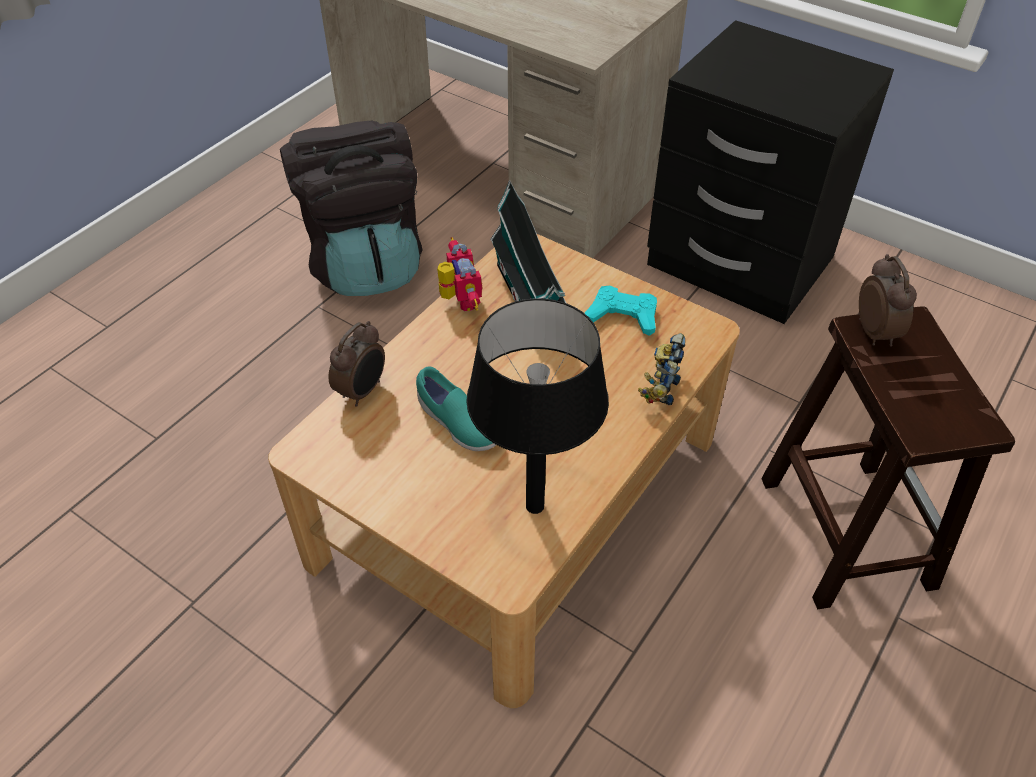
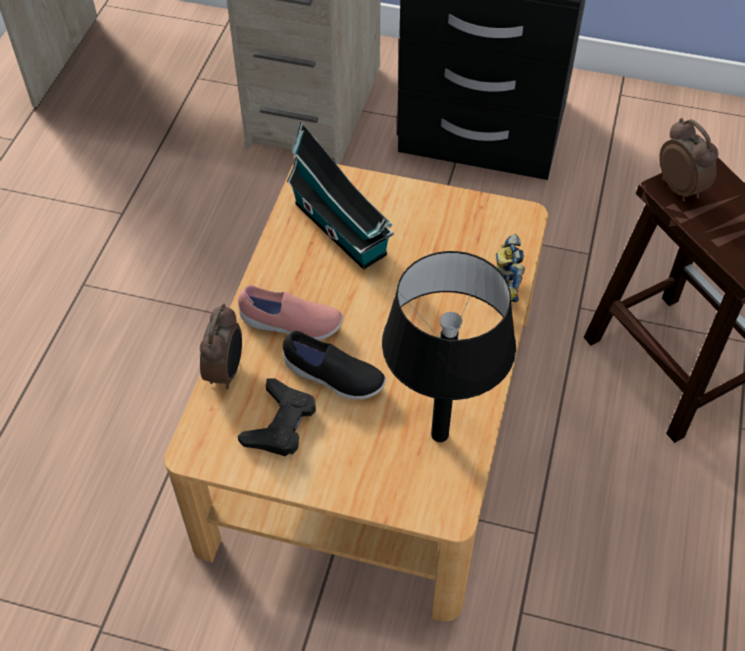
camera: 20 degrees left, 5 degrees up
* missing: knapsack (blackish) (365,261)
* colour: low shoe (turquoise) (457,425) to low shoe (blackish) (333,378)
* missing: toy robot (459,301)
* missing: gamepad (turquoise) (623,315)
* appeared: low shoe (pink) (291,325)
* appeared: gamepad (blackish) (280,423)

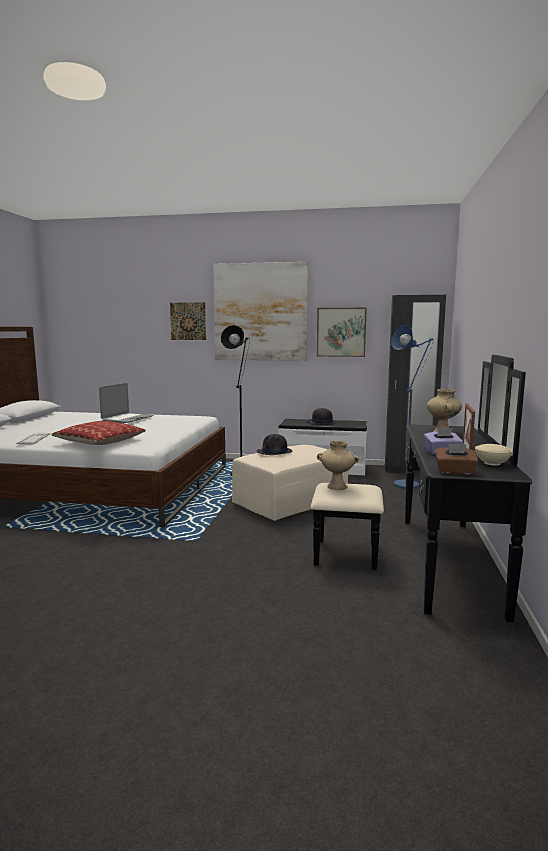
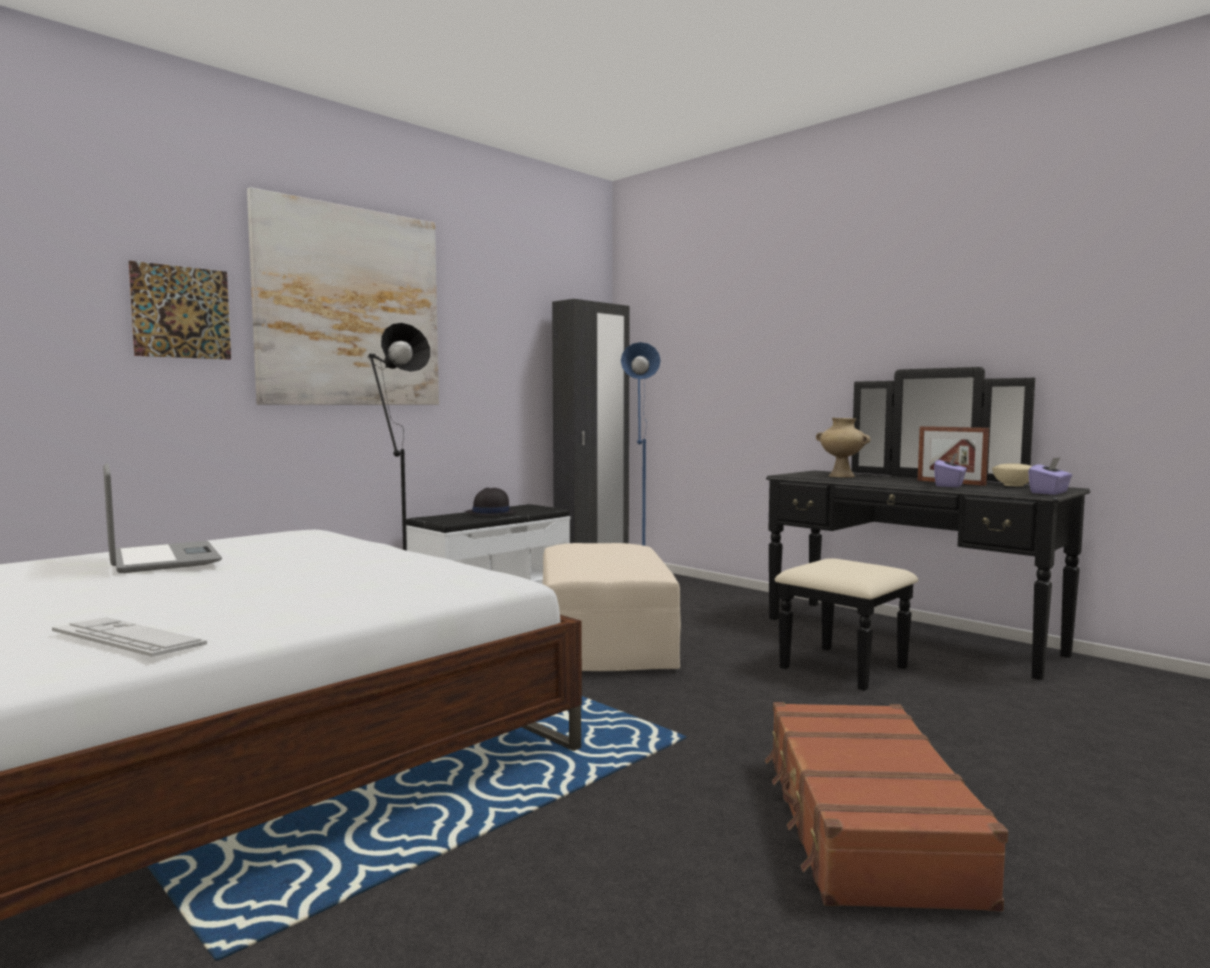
camera: 55 degrees left, 5 degrees down
* missing: throw pillow (100,442)
* missing: clothing hat (blackish) (274,452)
* missing: wall picture (341,332)
* missing: decorative vase (beige-coloured) (337,487)
* colour: tissue holder (brownish) (455,472) to tissue holder (purple) (1049,493)
* appeared: piece of luggage (brownish) (865,825)

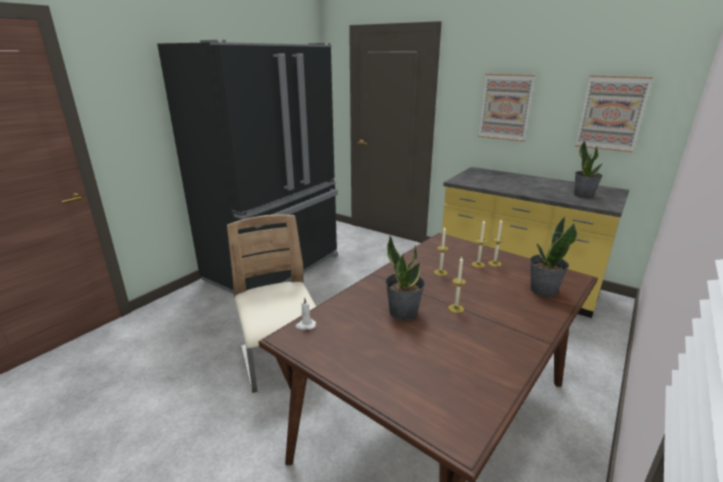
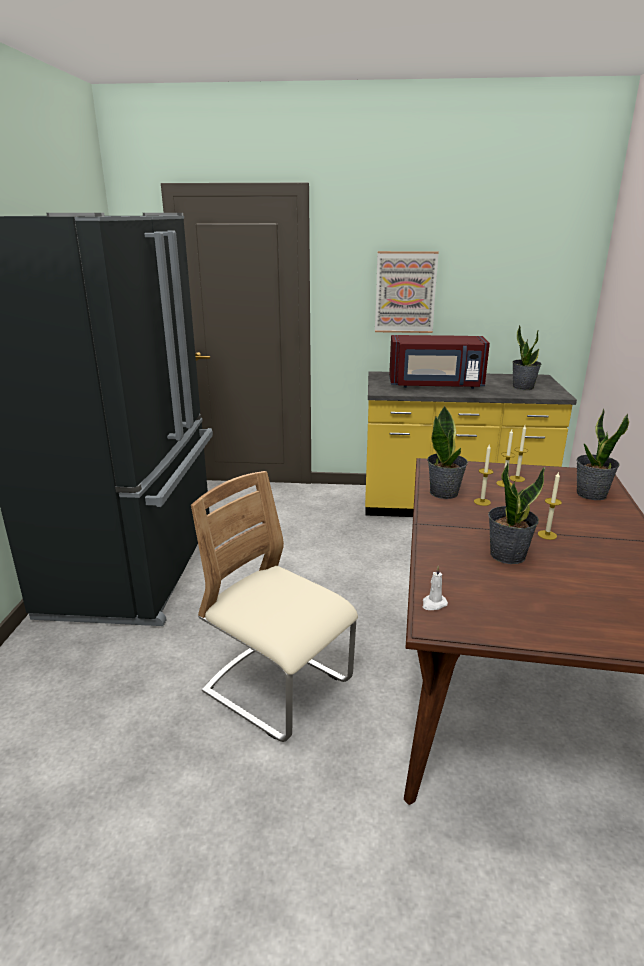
camera: 30 degrees left, 0 degrees up
* missing: wall picture (611,113)
* appeared: kitchen microwave (reddish) (435,385)
* appeared: potted plant (444,493)

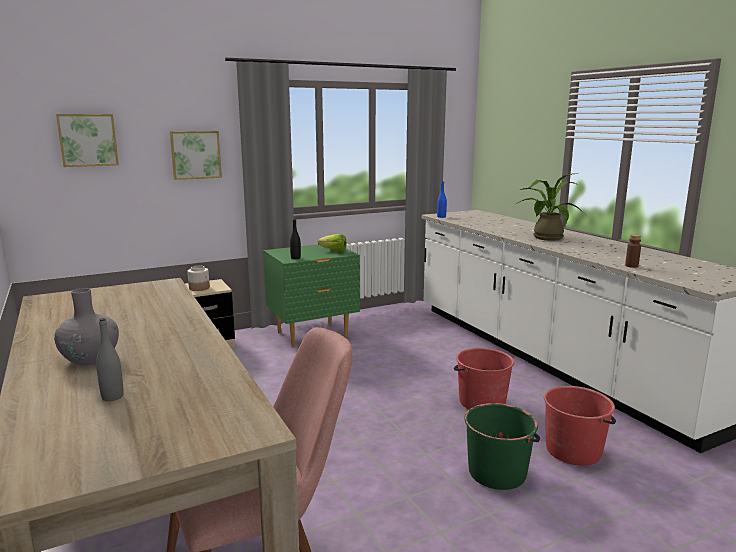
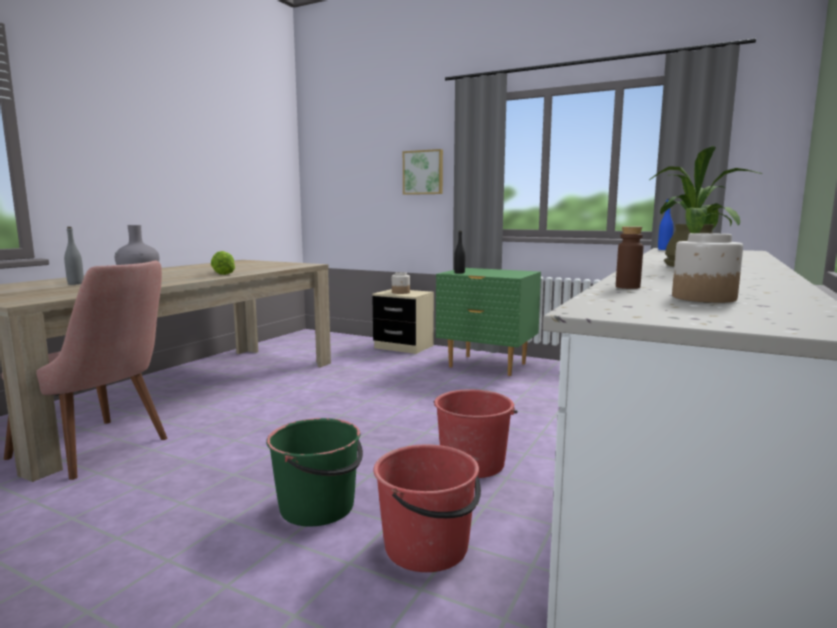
camera: 55 degrees right, 5 degrees down
* missing: wall picture (88,140)
* relocated: lettuce (331,250) to (224,273)
* appeared: jar (703,298)

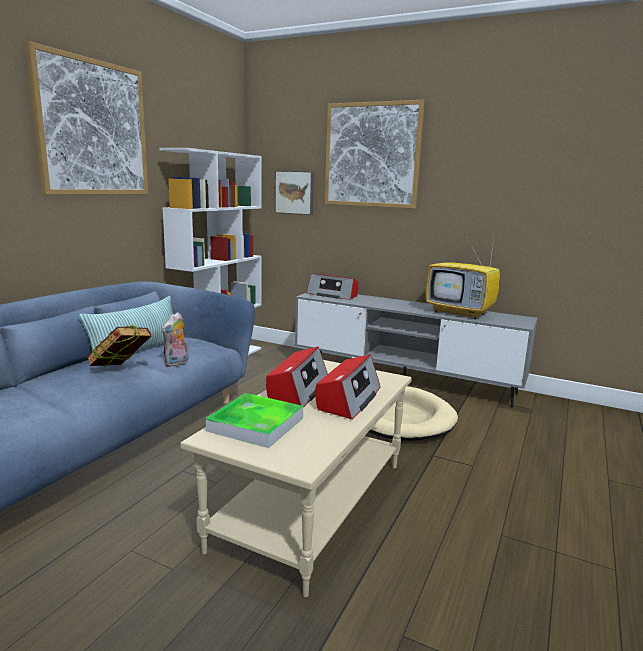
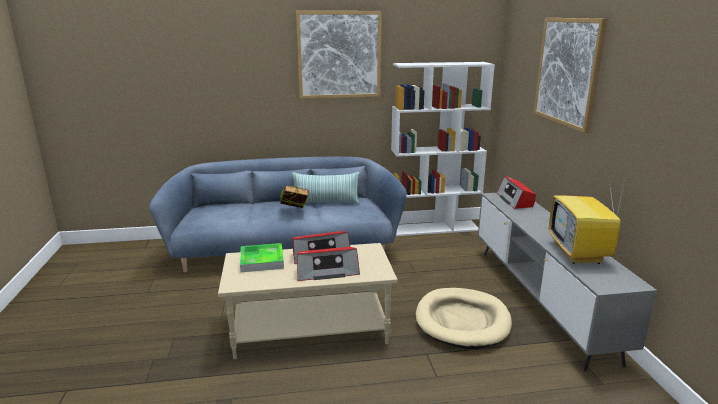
camera: 55 degrees right, 5 degrees up
* missing: plush toy (177,363)
* missing: wall picture (295,192)

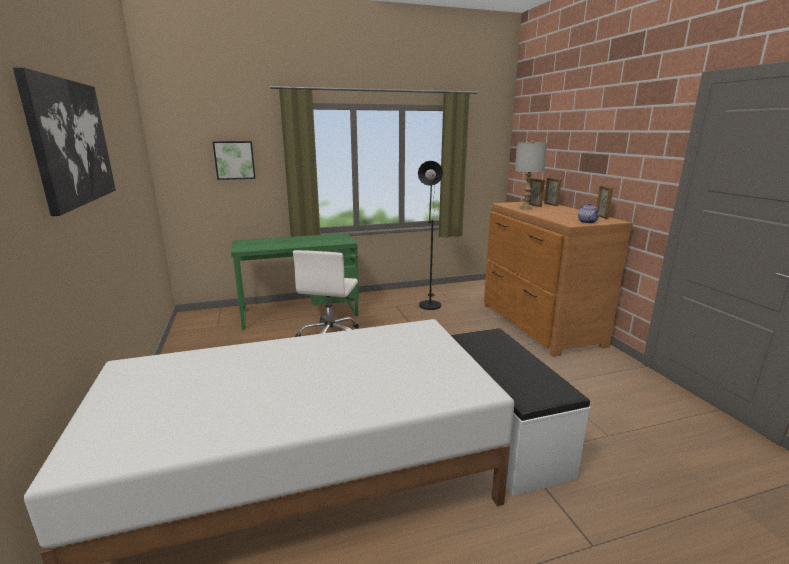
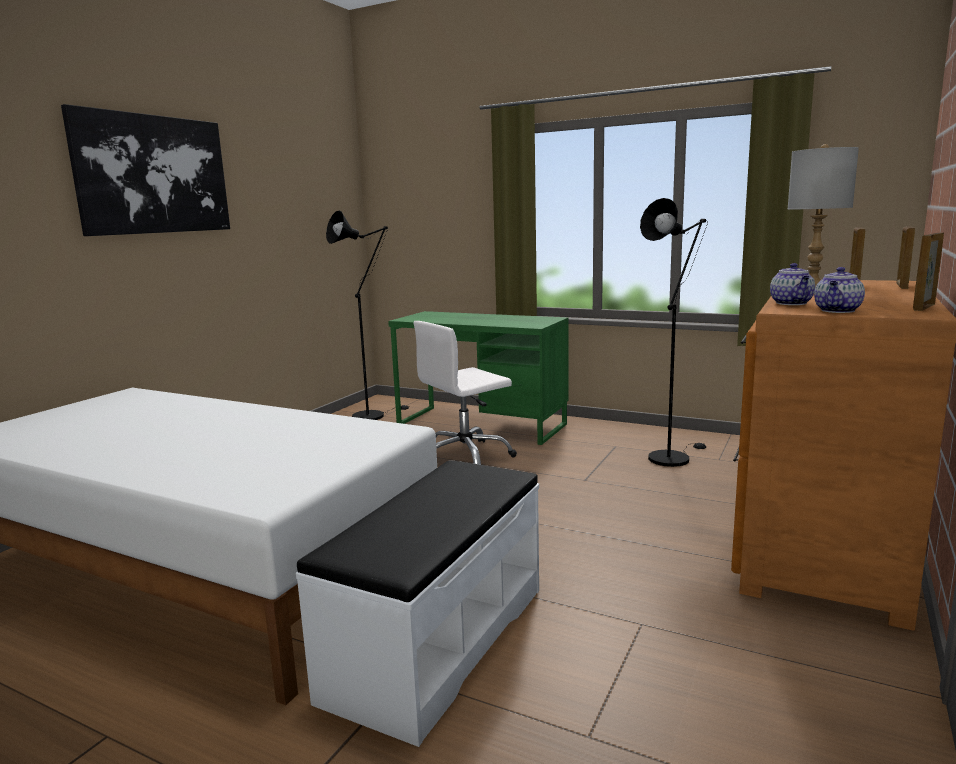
camera: 45 degrees right, 5 degrees down
* missing: wall picture (234,160)
* appeared: floor lamp (blackish) (373,415)
* appeared: tea pot (792,303)

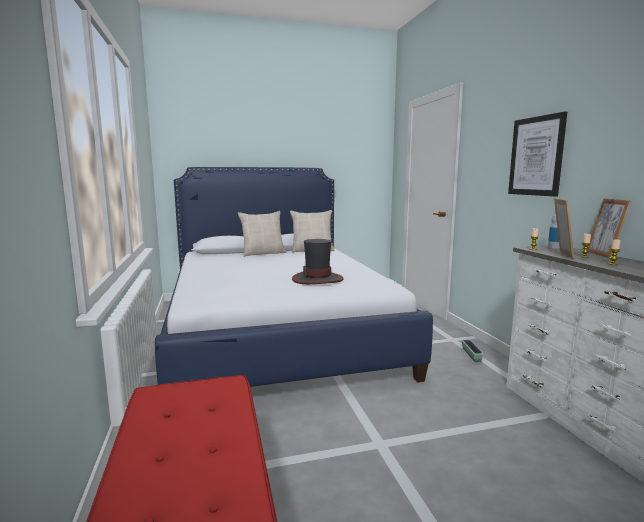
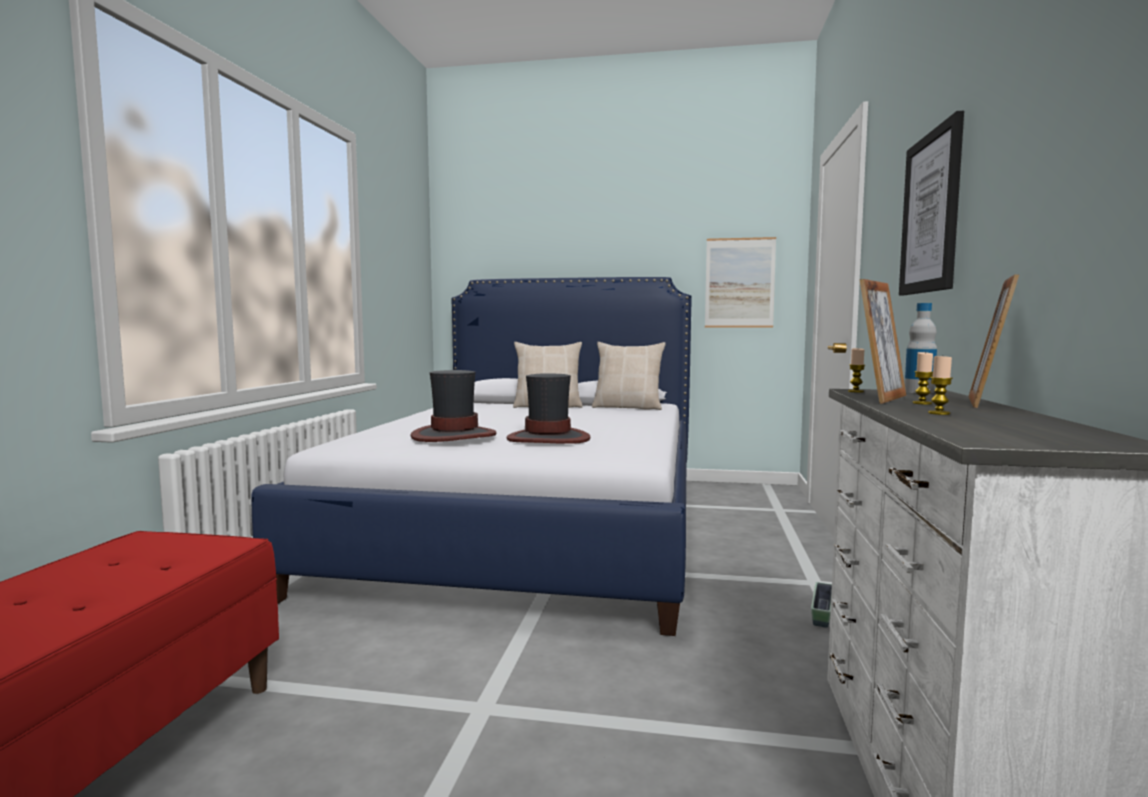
camera: 25 degrees right, 5 degrees down
* appeared: clothing hat (453,435)
* appeared: wall picture (739,283)

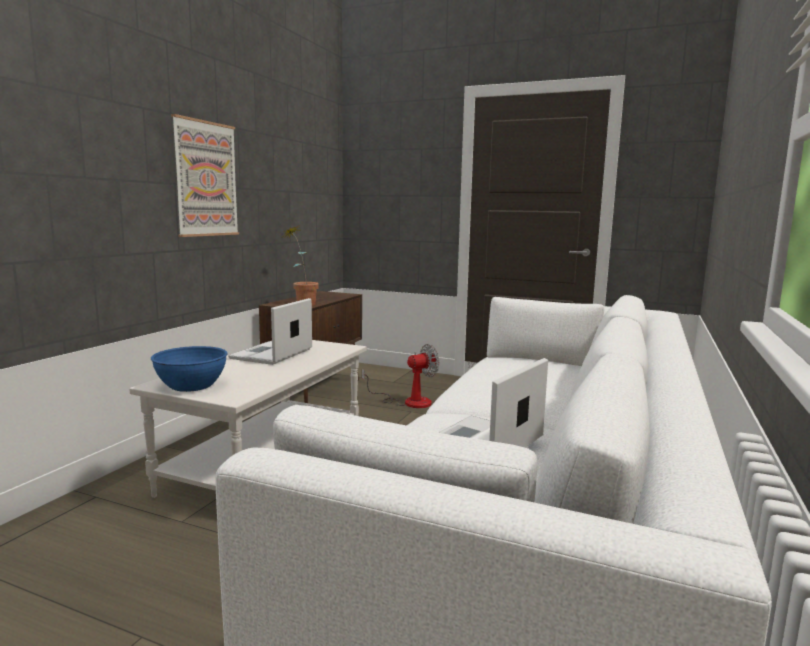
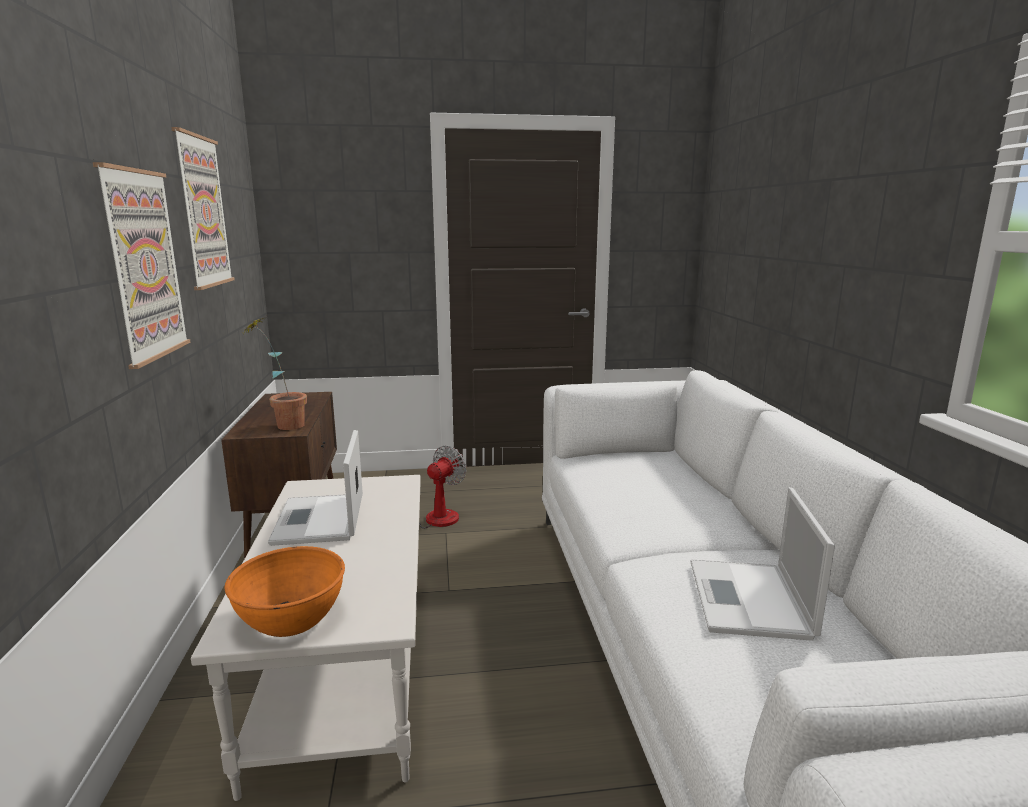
camera: 30 degrees left, 5 degrees up
* colour: deep dish (blue) (191,386) to deep dish (orange) (291,618)
* appeared: wall picture (203,212)

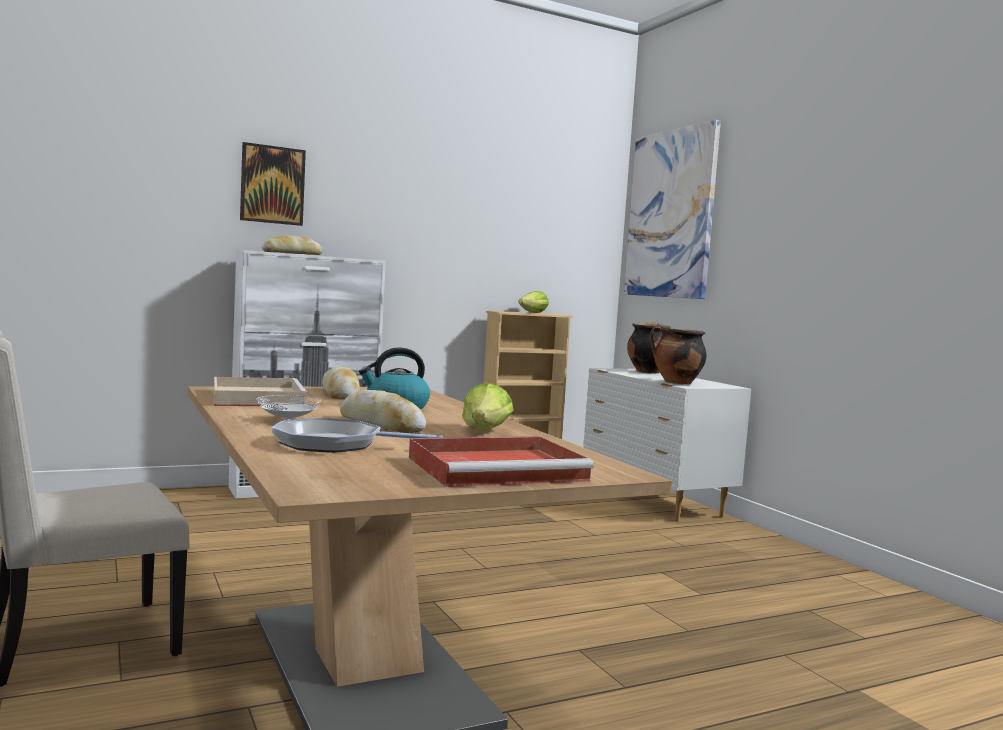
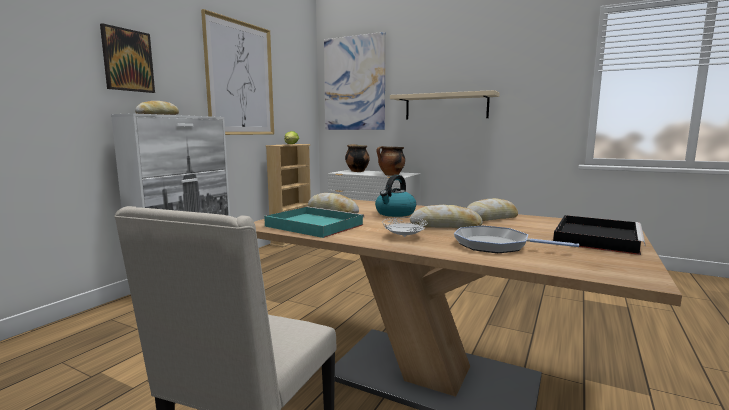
camera: 35 degrees left, 5 degrees up
* colour: carrying tray (beige-coloured) (256,397) to carrying tray (turquoise) (312,225)
* spun: pan (334,444) = (496,245) 60 degrees clockwise
* colour: carrying tray (reddish) (499,468) to carrying tray (blackish) (596,237)
* exchanged: lettuce (485,431) to bakery bread (491,218)
* appeared: wall picture (240,79)
* appeared: bracket shelf (beige-coloured) (446,106)

